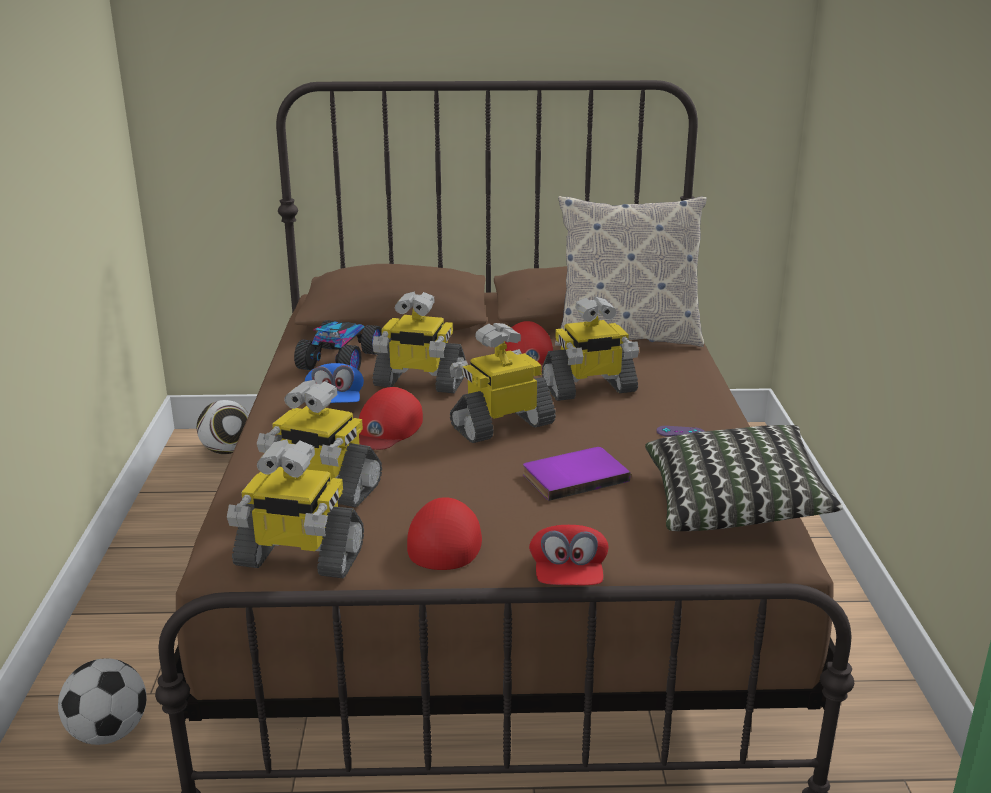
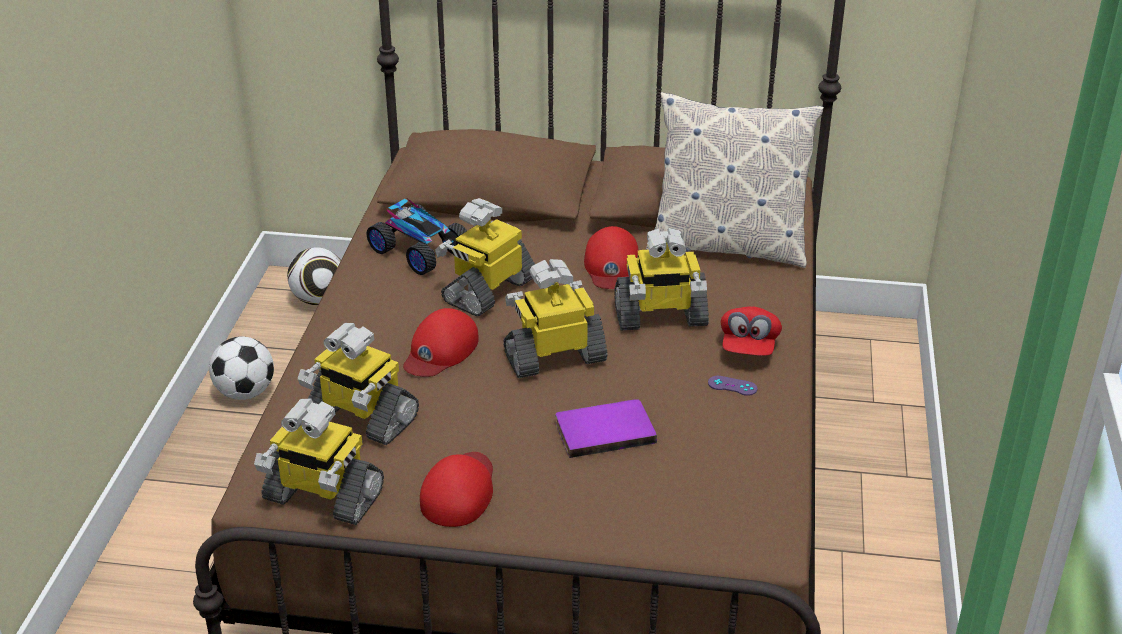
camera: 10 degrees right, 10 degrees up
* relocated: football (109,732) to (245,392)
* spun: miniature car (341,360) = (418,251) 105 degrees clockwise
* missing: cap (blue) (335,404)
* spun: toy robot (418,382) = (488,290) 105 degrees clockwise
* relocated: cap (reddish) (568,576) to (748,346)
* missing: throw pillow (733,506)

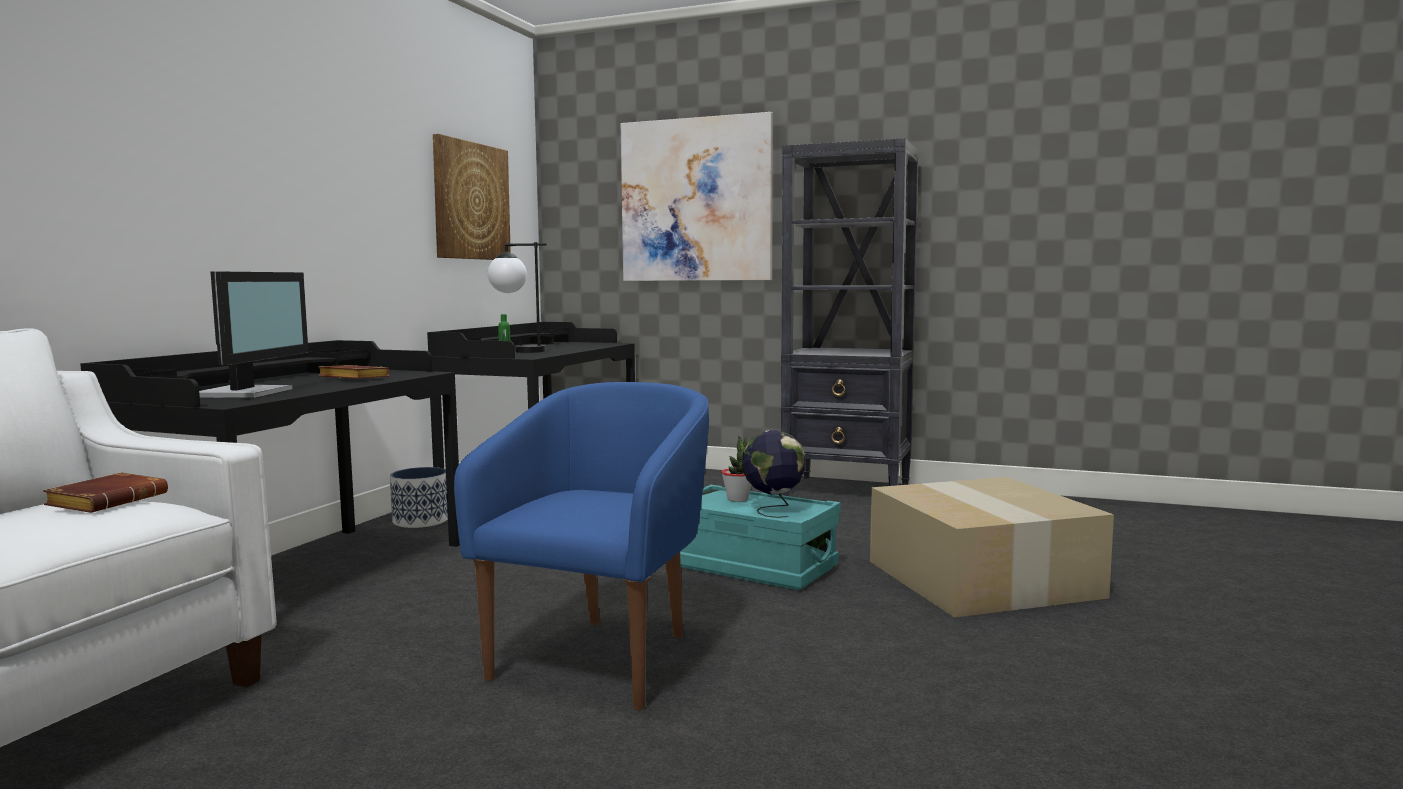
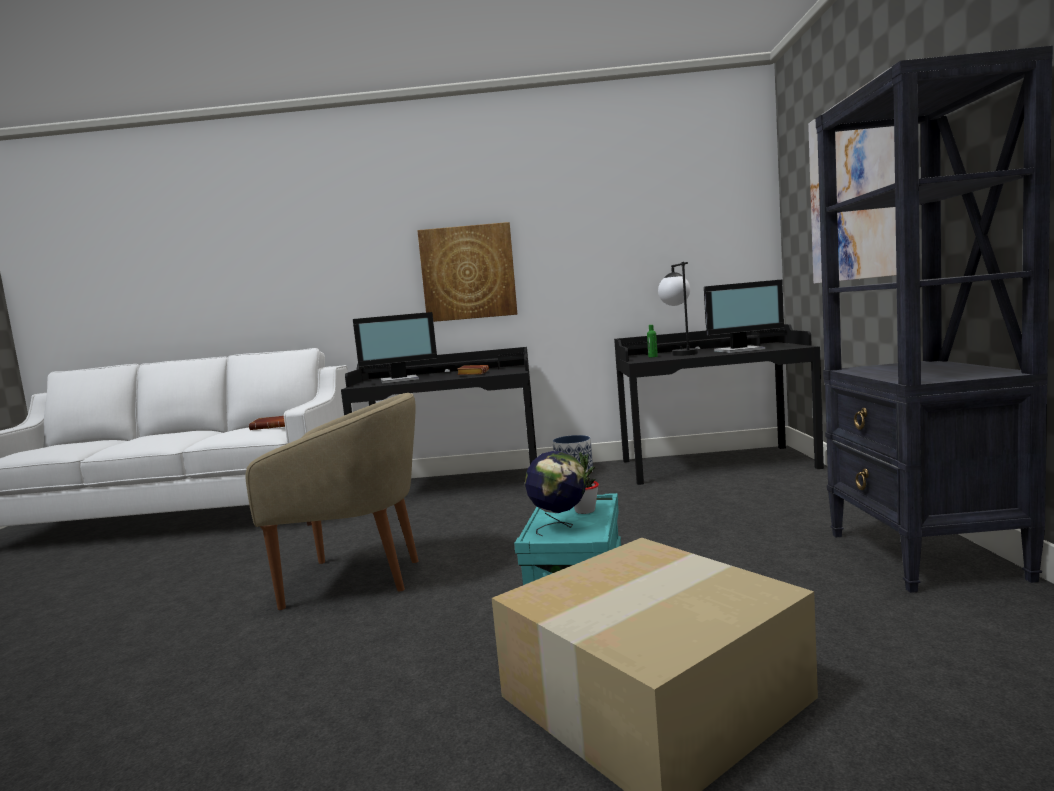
camera: 70 degrees right, 0 degrees up
* relocated: wall picture (471,201) to (468,273)
* colour: armchair (blue) (603,657) to armchair (beige-coloured) (357,579)
* appeared: computer display (740,350)

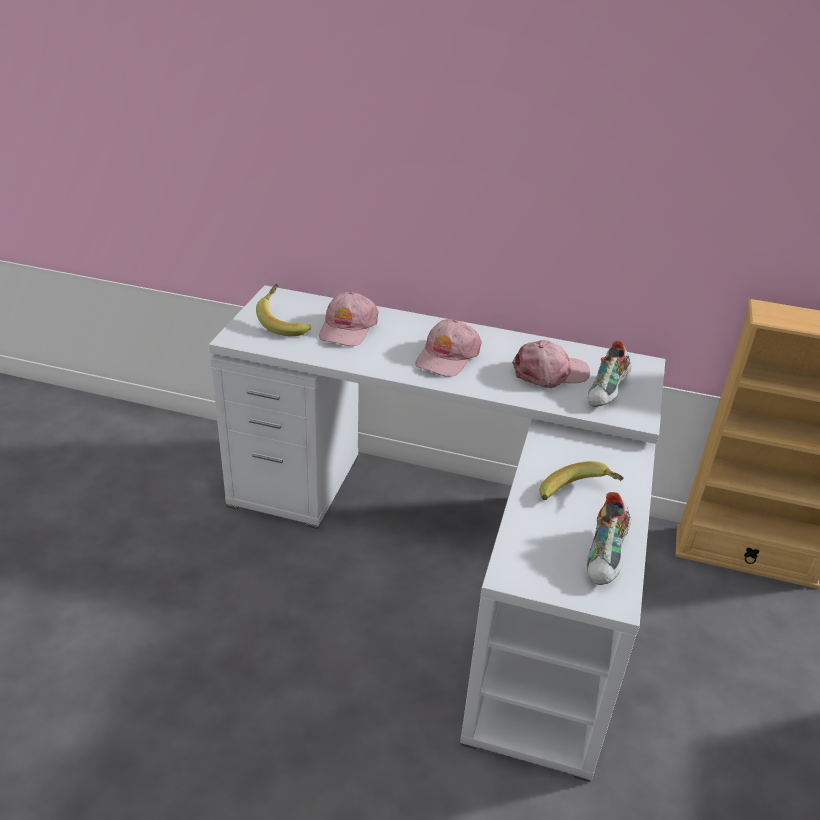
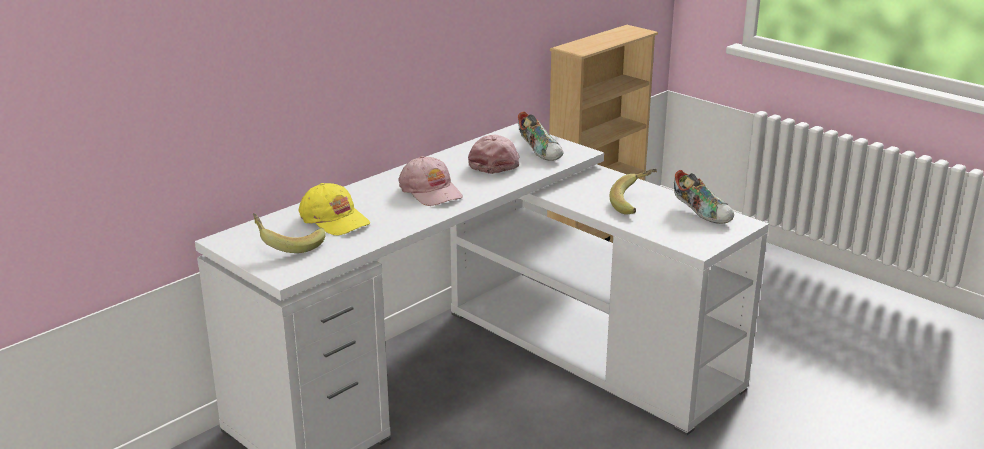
camera: 60 degrees left, 10 degrees down
* colour: cap (pink) (347,328) to cap (yellow-coloured) (334,219)

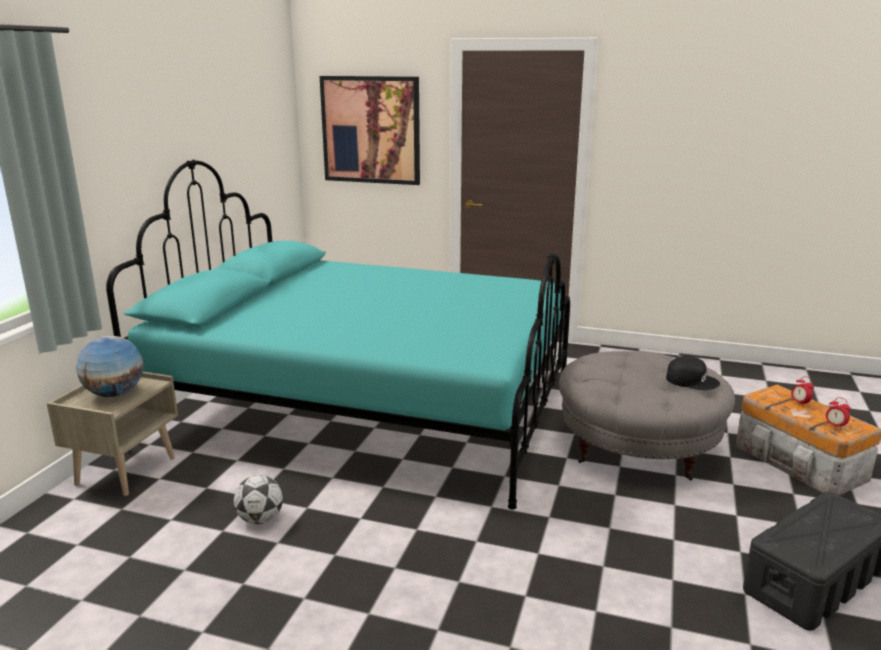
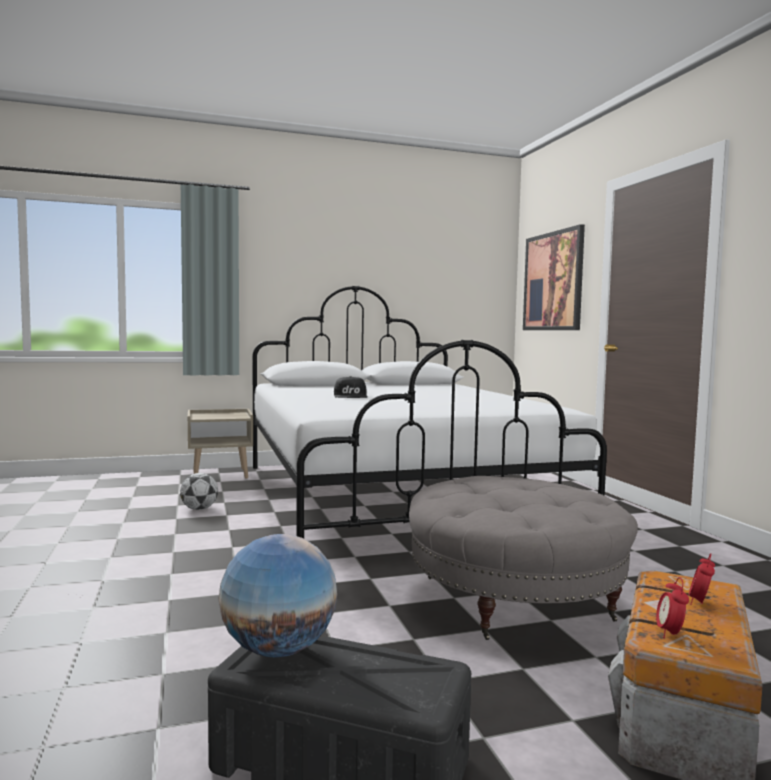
camera: 55 degrees right, 15 degrees down
* relocated: desk globe (114,394) to (278,649)
* colour: bedroom bed (turquoise) (369,406) to bedroom bed (white) (394,497)
* relocated: cap (blackish) (691,380) to (351,396)

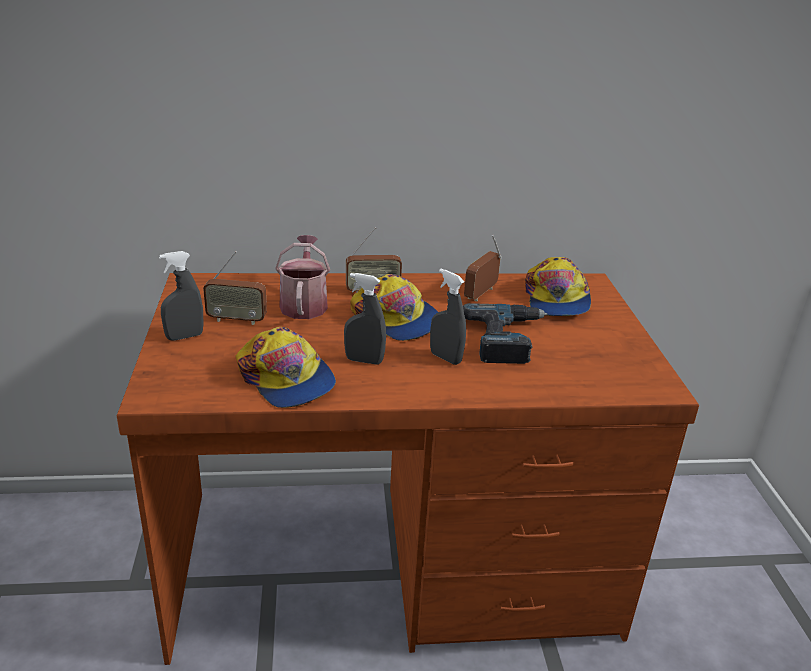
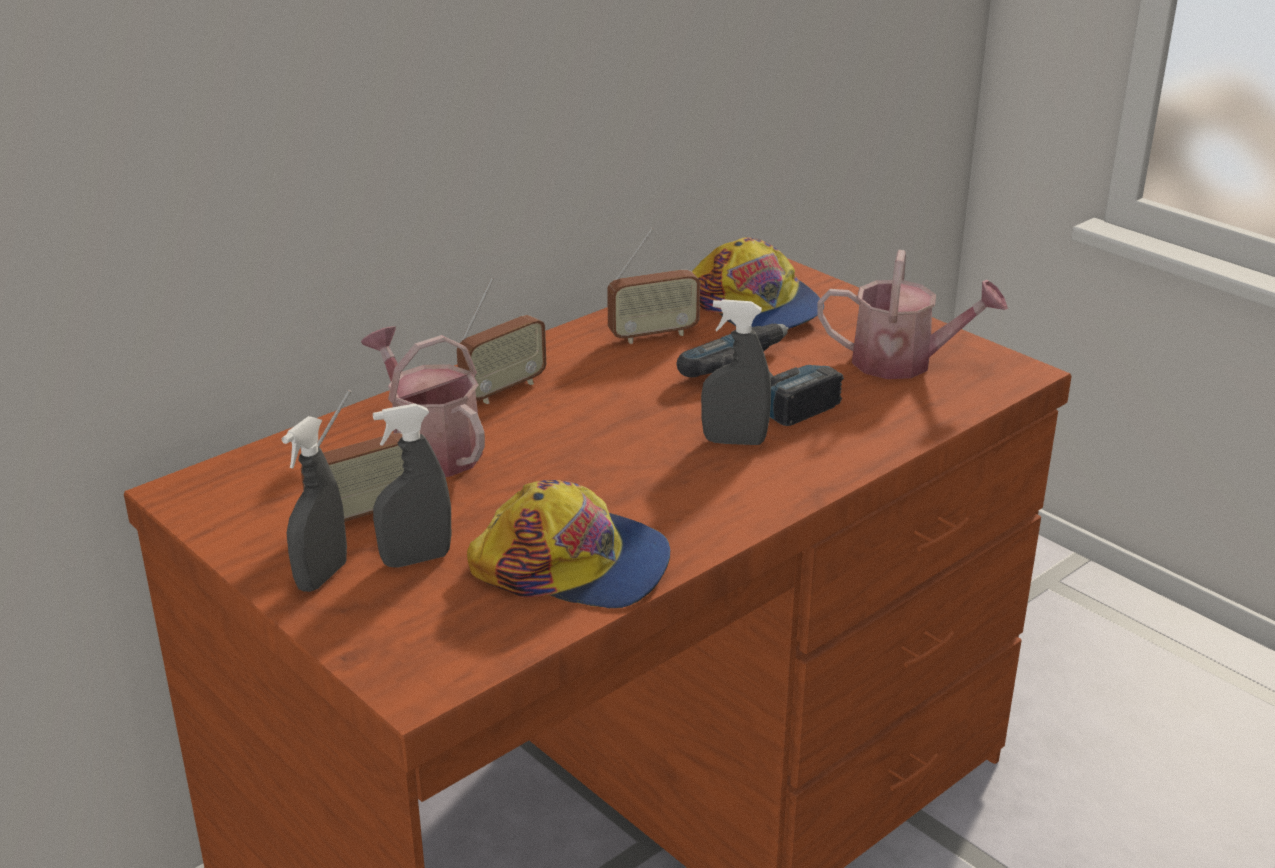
camera: 35 degrees left, 0 degrees up
* relocated: sprayer (gray) (364,360) to (416,559)
* missing: cap (396,319)
* spun: radio receiver (481,294) = (653,335) 105 degrees counterclockwise
* appeared: watering can (904,362)

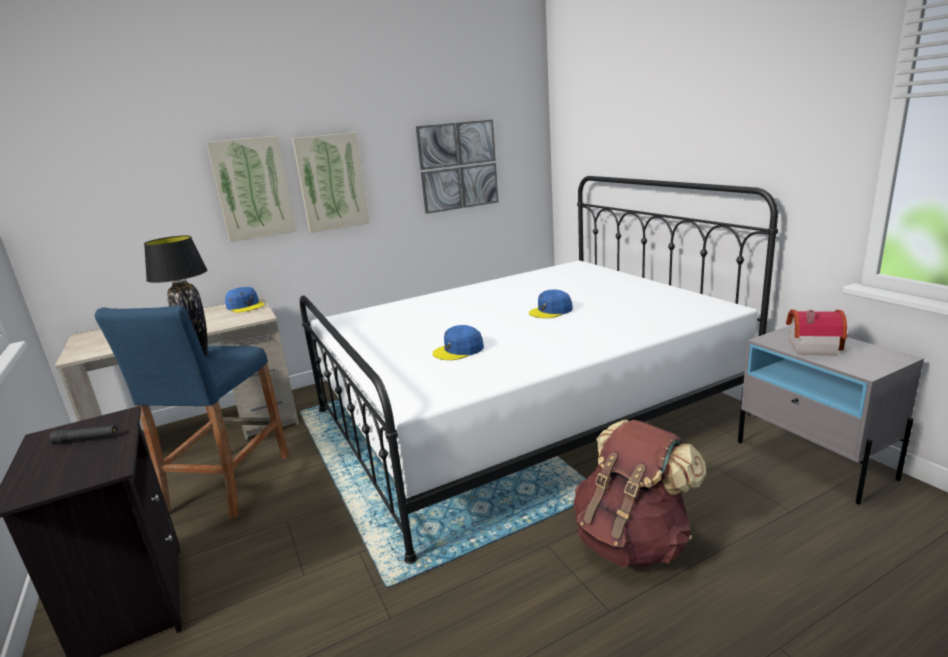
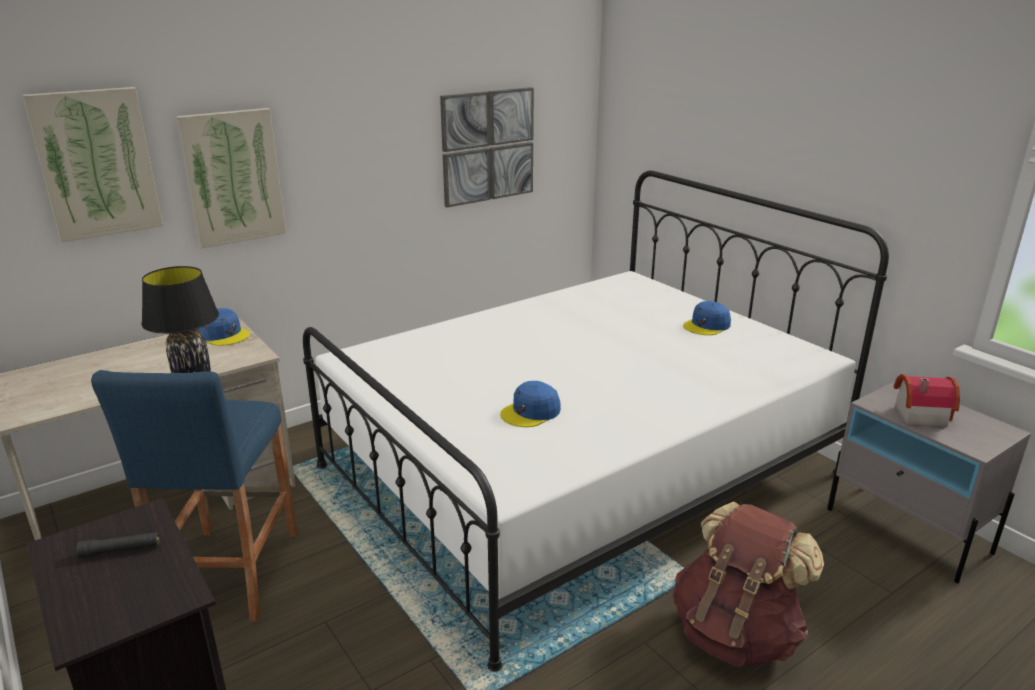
camera: 10 degrees left, 5 degrees up
* relocated: wall picture (331,182) to (96,163)
* relocated: cap (blue) (551,311) to (707,325)

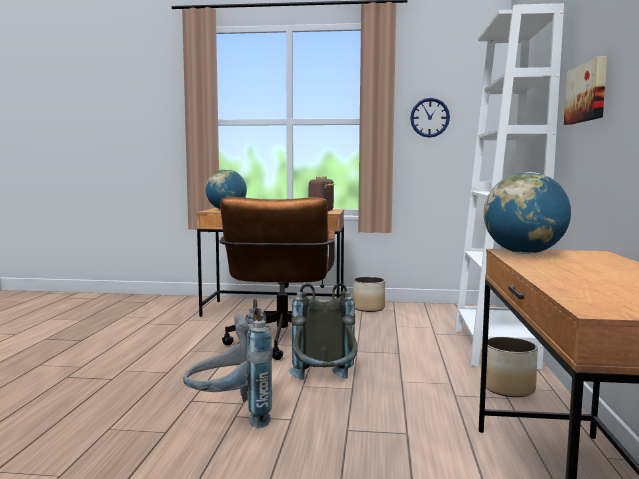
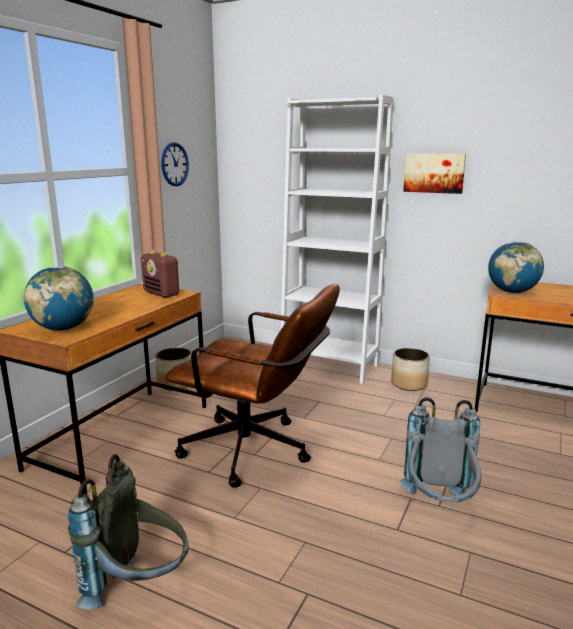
camera: 70 degrees left, 10 degrees up
* relocated: knapsack (gray) (324,386) to (139,587)

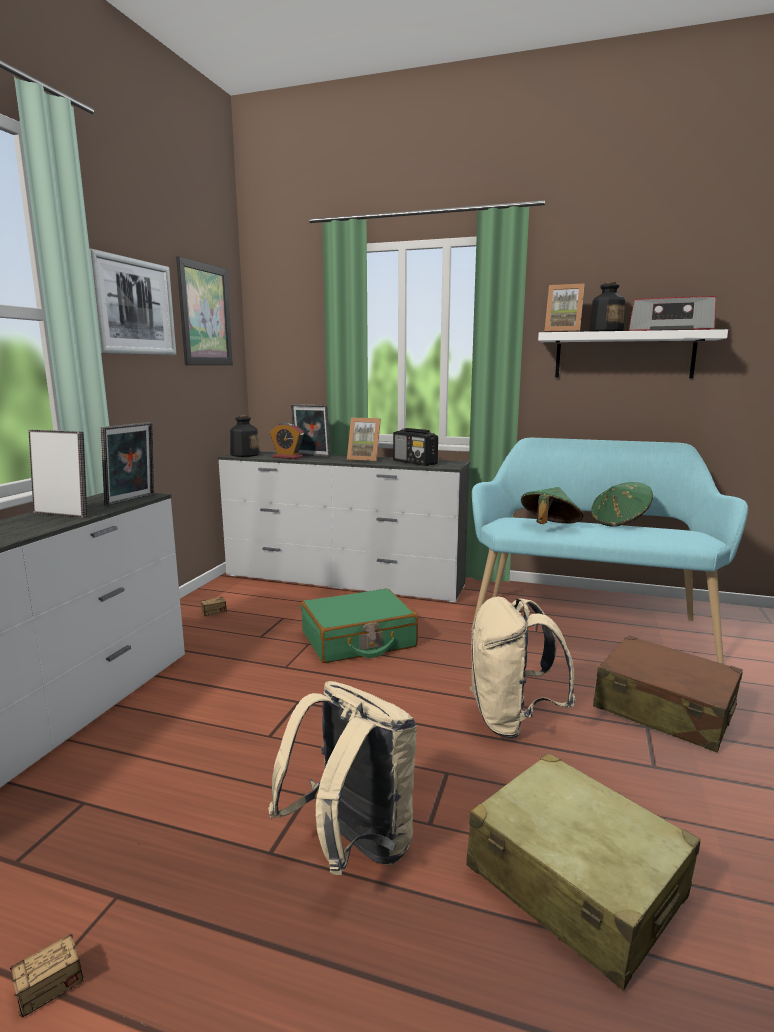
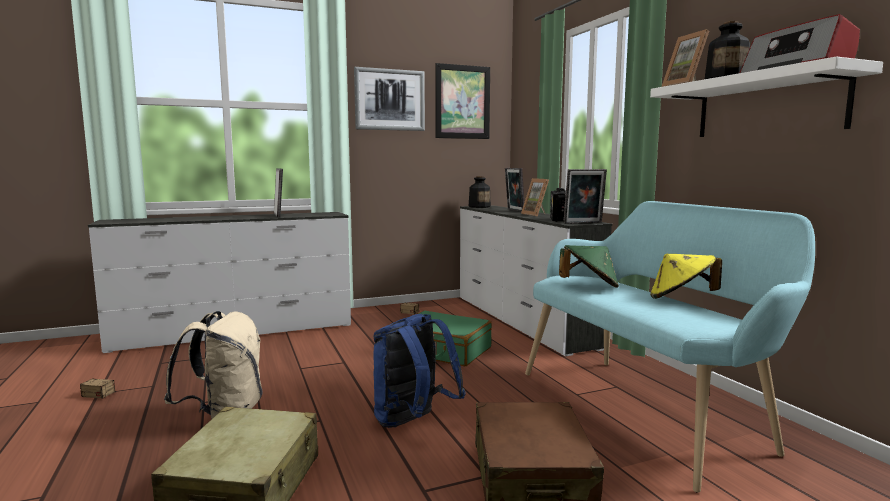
camera: 50 degrees right, 5 degrees down
* relocated: picture frame (132,500) to (583,223)
* missing: bedside clock (287,457)
* colour: knapsack (beige-coloured) (512,720) to knapsack (blue) (413,422)
* colour: clothing hat (green) (620,522) to clothing hat (yellow-coloured) (681,298)

